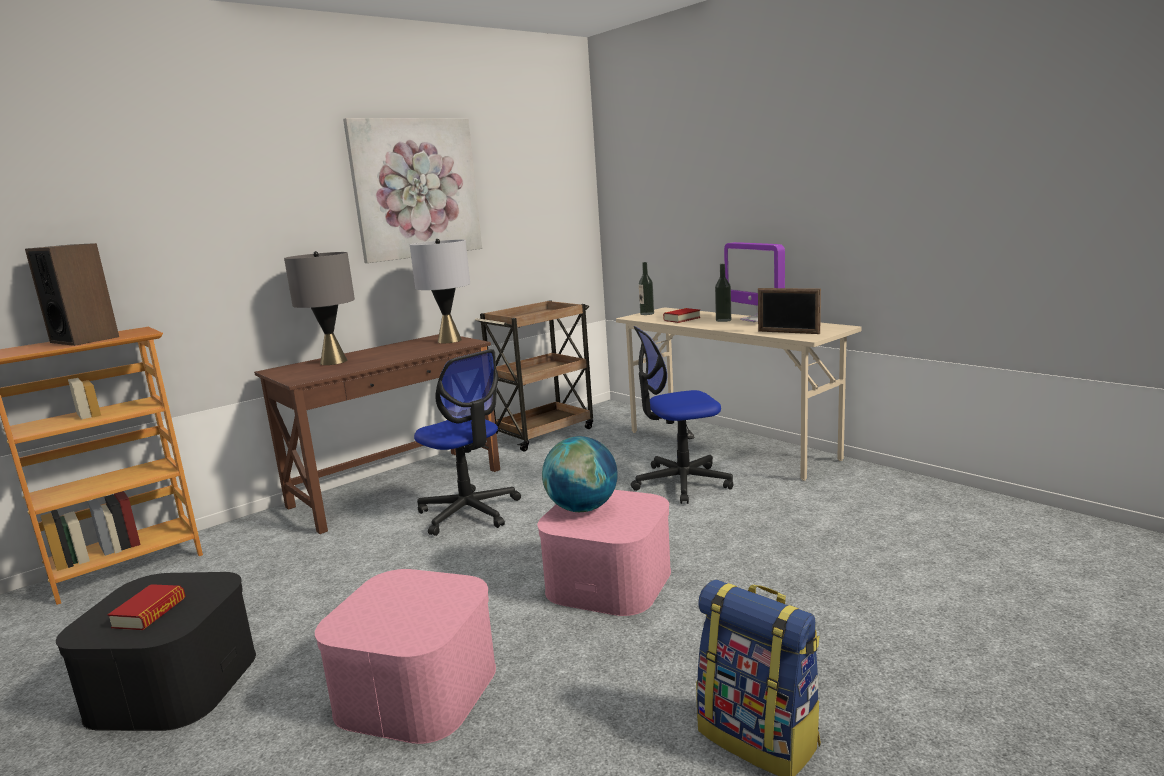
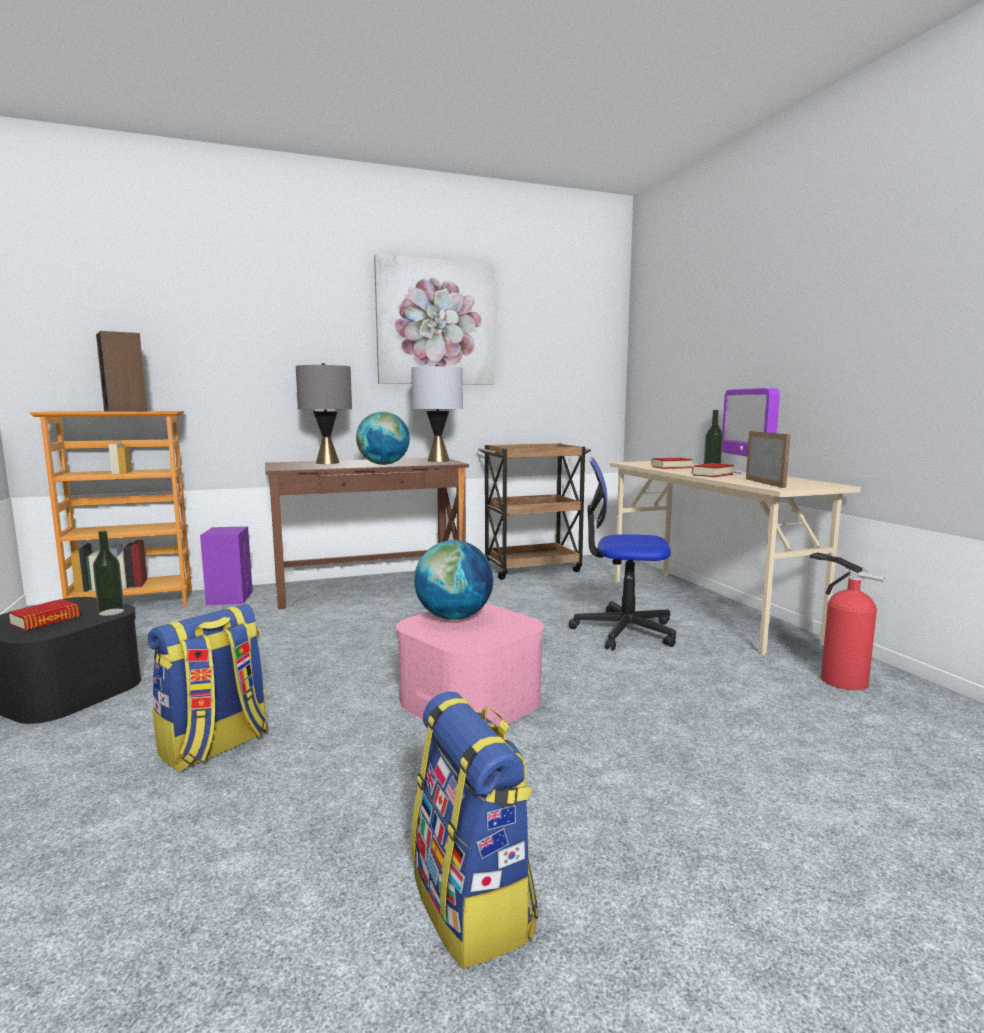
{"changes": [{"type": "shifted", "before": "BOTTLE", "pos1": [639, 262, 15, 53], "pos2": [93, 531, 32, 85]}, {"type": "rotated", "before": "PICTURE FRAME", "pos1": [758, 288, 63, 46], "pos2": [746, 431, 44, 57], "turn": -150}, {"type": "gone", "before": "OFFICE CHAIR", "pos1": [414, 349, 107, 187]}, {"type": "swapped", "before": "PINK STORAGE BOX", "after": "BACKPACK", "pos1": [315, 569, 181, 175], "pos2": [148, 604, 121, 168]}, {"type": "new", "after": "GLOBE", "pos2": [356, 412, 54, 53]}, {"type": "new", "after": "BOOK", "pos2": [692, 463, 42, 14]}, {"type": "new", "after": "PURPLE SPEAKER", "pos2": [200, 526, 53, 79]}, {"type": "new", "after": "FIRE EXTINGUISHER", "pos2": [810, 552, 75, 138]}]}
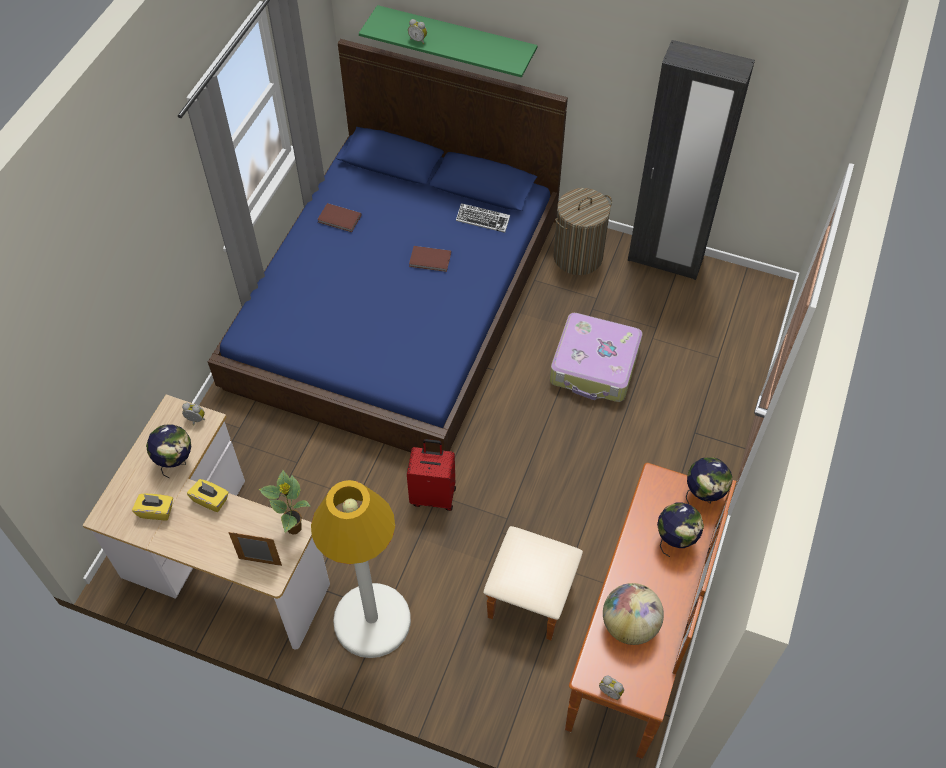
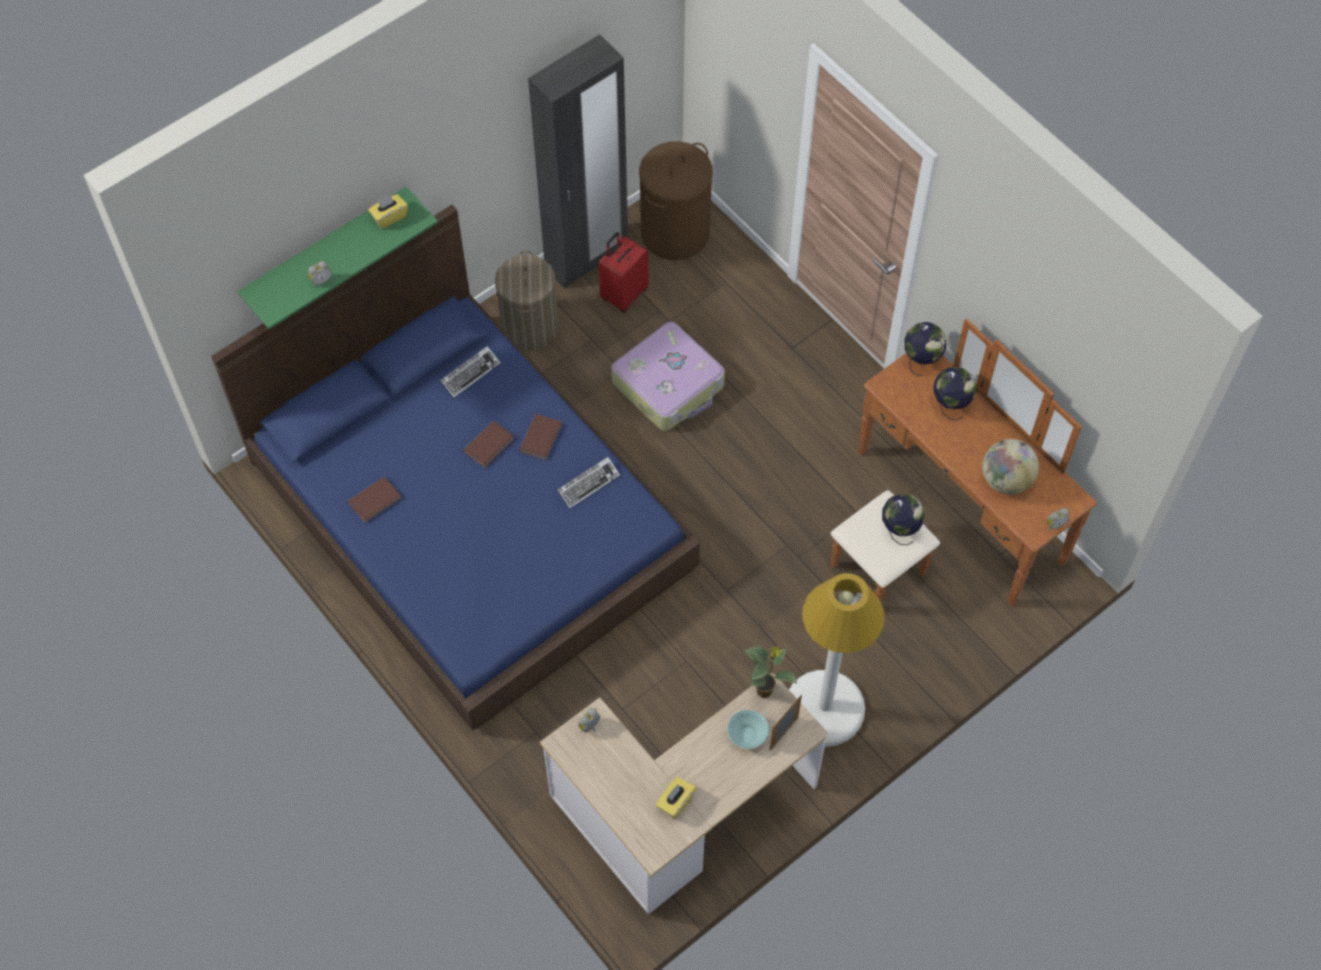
{"changes": [{"type": "shifted", "before": "GLOBE", "pos1": [146, 424, 45, 54], "pos2": [882, 493, 43, 52]}, {"type": "shifted", "before": "RED SUITCASE", "pos1": [407, 439, 49, 72], "pos2": [598, 232, 51, 80]}, {"type": "shifted", "before": "YELLOW TISSUE BOX", "pos1": [187, 479, 42, 33], "pos2": [368, 194, 40, 35]}, {"type": "new", "after": "BROWN LAUNDRY BASKET", "pos2": [639, 141, 74, 119]}, {"type": "new", "after": "BROWN BOOK", "pos2": [519, 414, 43, 46]}, {"type": "new", "after": "KEYBOARD", "pos2": [558, 457, 62, 51]}, {"type": "new", "after": "TURQUOISE BOWL", "pos2": [727, 710, 42, 39]}]}
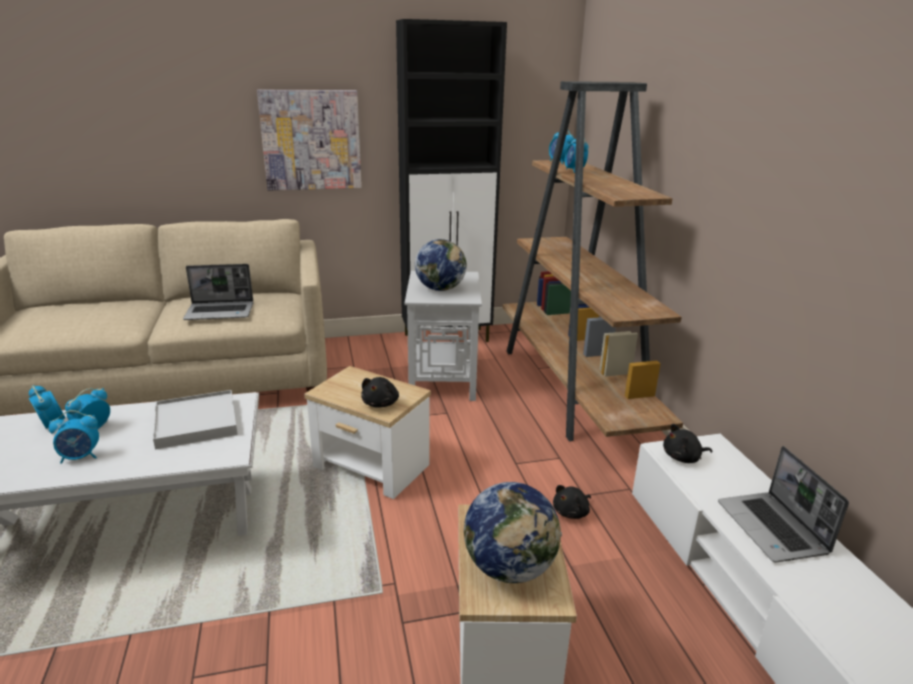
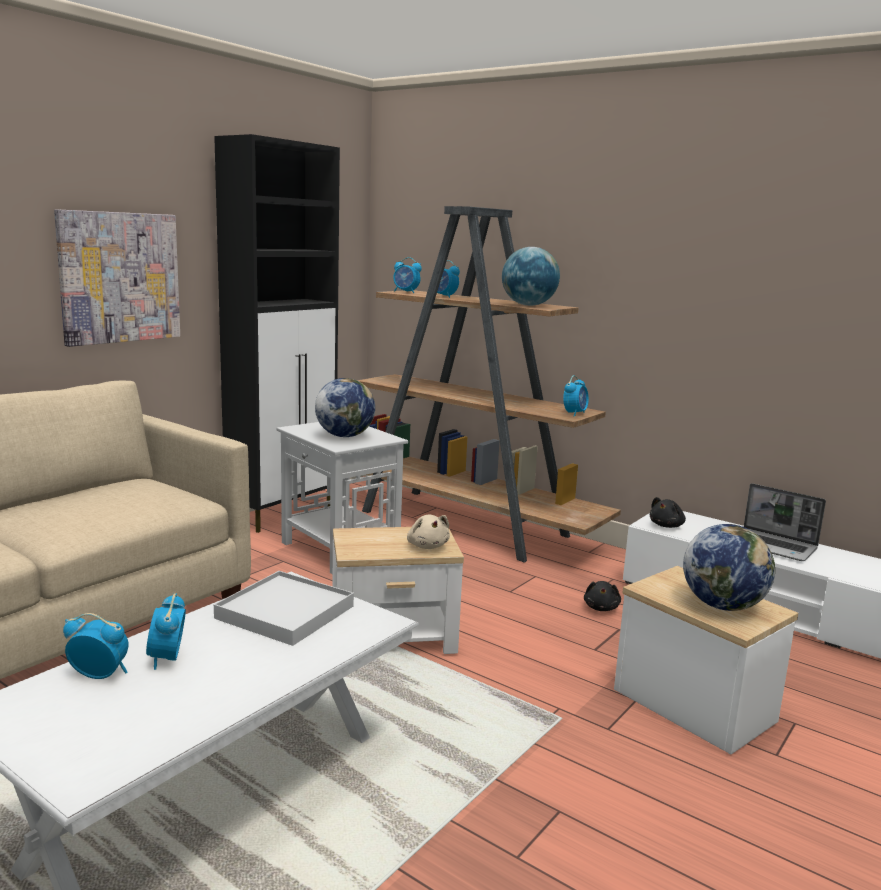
{"changes": [{"type": "gone", "before": "LAPTOP", "pos1": [183, 264, 70, 56]}, {"type": "repainted", "before": "BLACK PLUSH TOY", "after": "BEIGE PLUSH TOY", "pos1": [361, 377, 38, 31], "pos2": [407, 515, 43, 34]}, {"type": "shifted", "before": "ALARM CLOCK", "pos1": [49, 410, 50, 54], "pos2": [563, 375, 26, 42]}, {"type": "new", "after": "GLOBE", "pos2": [502, 247, 58, 59]}]}
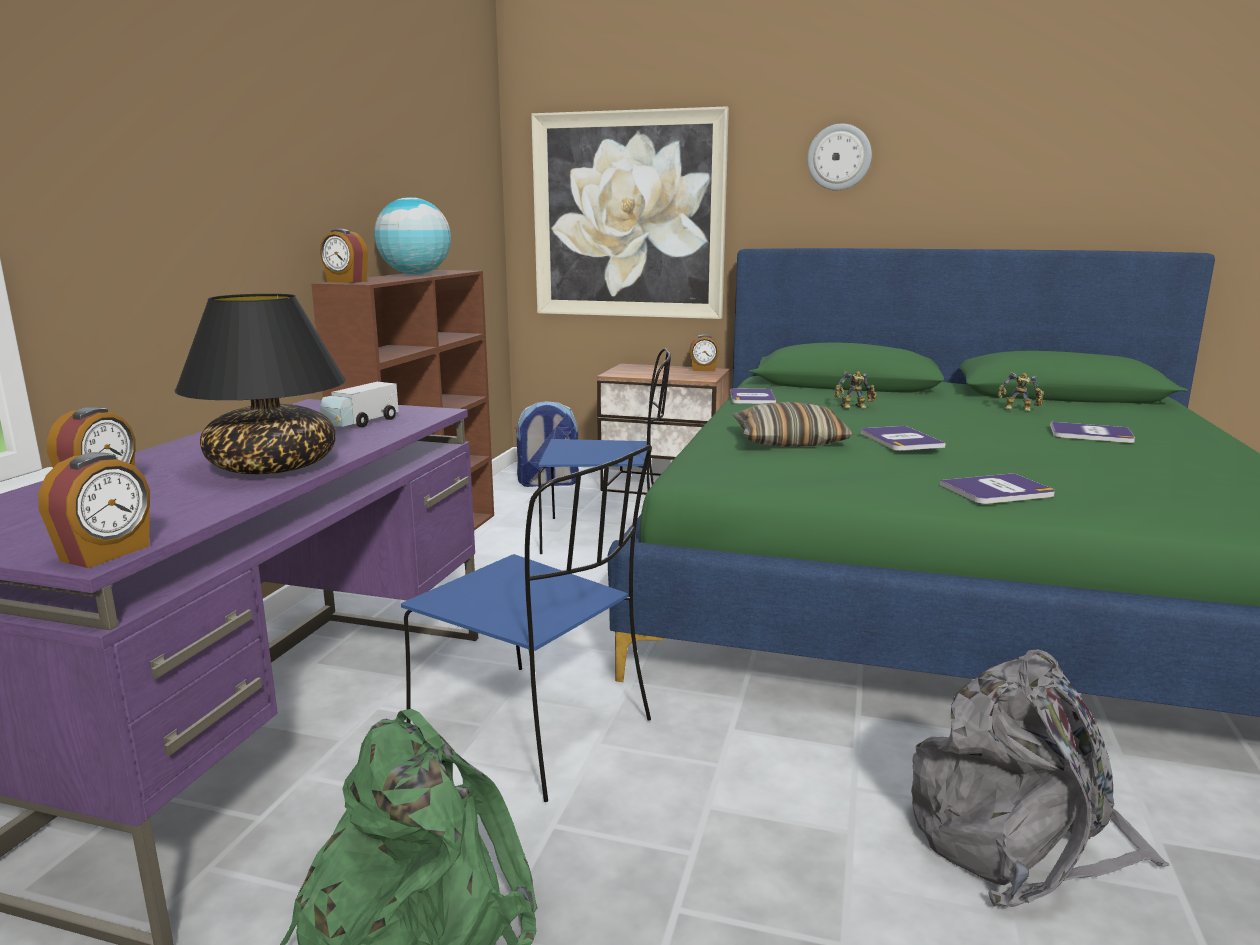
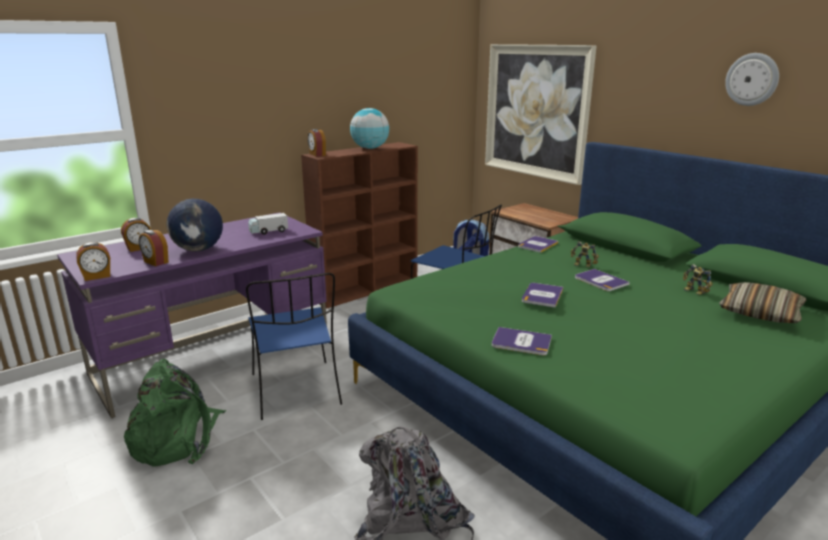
{"changes": [{"type": "shifted", "before": "WALL CLOCK", "pos1": [807, 124, 65, 66], "pos2": [725, 53, 54, 53]}, {"type": "swapped", "before": "BLACK TABLE LAMP", "after": "GLOBE", "pos1": [175, 294, 171, 180], "pos2": [167, 199, 56, 52]}, {"type": "shifted", "before": "ALARM CLOCK", "pos1": [690, 334, 29, 37], "pos2": [139, 230, 30, 36]}, {"type": "shifted", "before": "PILLOW", "pos1": [733, 402, 120, 45], "pos2": [719, 282, 88, 41]}, {"type": "shifted", "before": "BOOK", "pos1": [1050, 422, 85, 21], "pos2": [575, 269, 55, 22]}]}
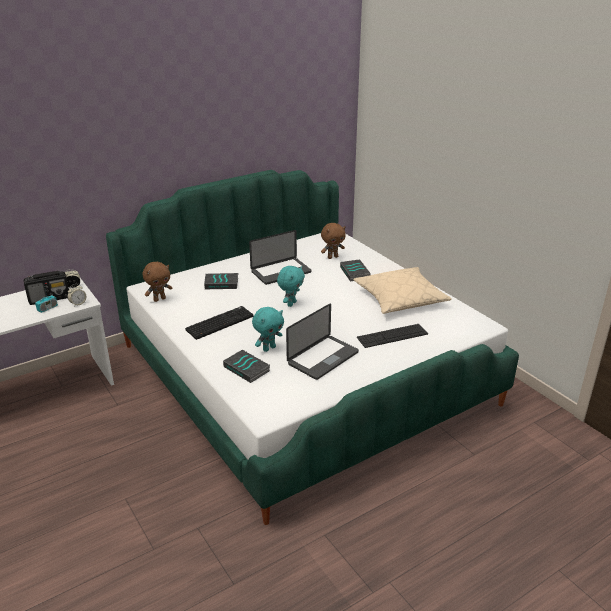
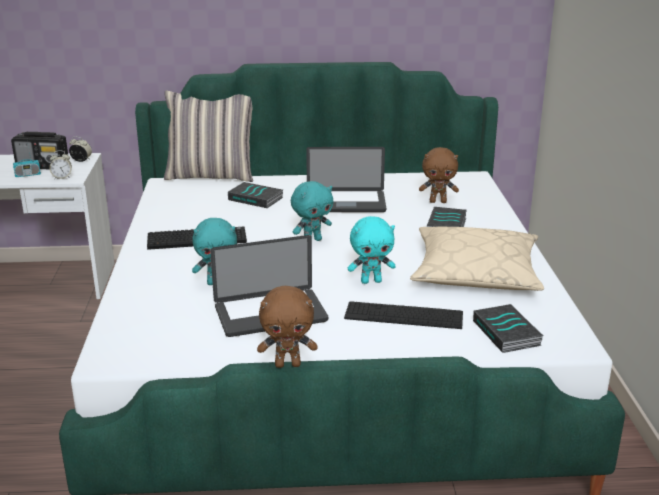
{"changes": [{"type": "shifted", "before": "BROWN PLUSH TOY", "pos1": [142, 262, 30, 40], "pos2": [257, 286, 61, 82]}, {"type": "shifted", "before": "BOOK", "pos1": [223, 350, 47, 33], "pos2": [473, 304, 70, 49]}, {"type": "new", "after": "PILLOW", "pos2": [164, 90, 89, 92]}, {"type": "new", "after": "TURQUOISE PLUSH TOY", "pos2": [348, 216, 48, 68]}]}
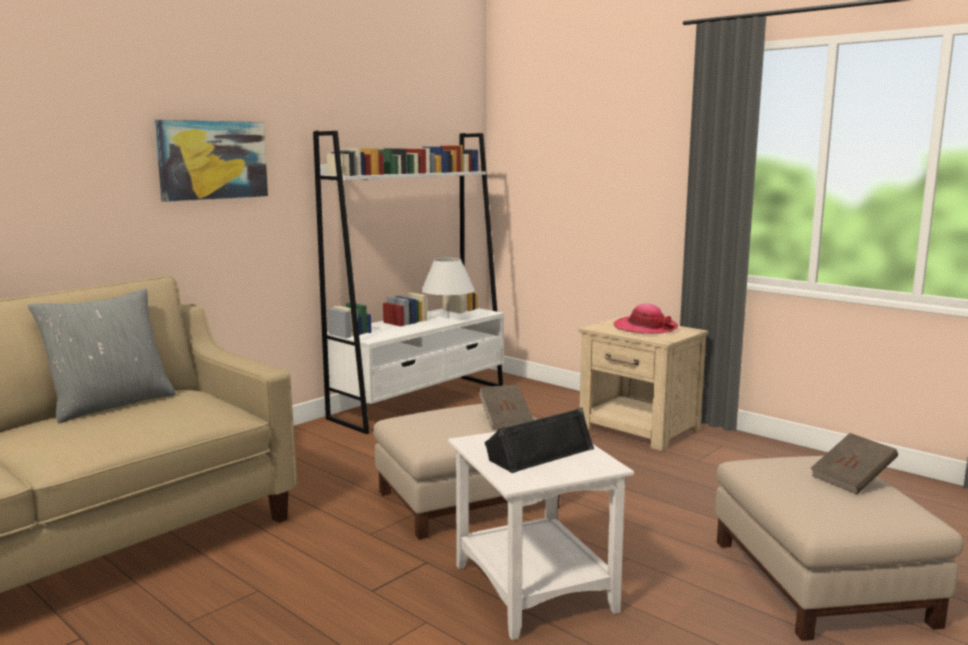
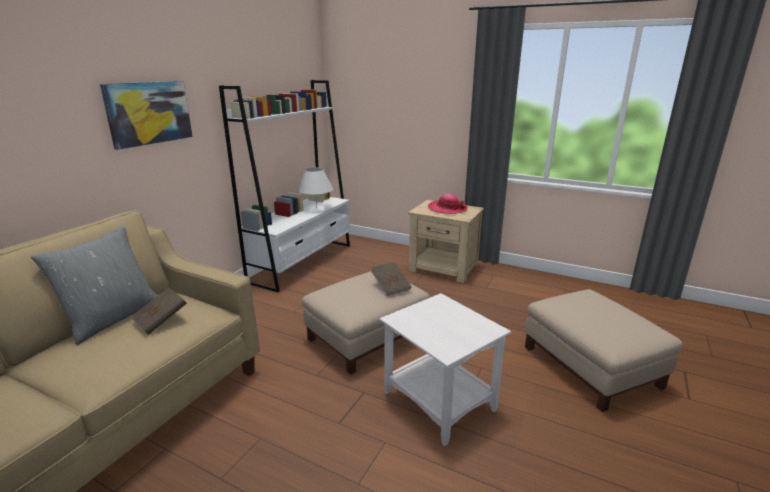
{"changes": [{"type": "gone", "before": "BLACK SPEAKER", "pos1": [485, 408, 109, 65]}, {"type": "shifted", "before": "BROWN BOOK", "pos1": [810, 433, 88, 61], "pos2": [131, 287, 56, 48]}]}
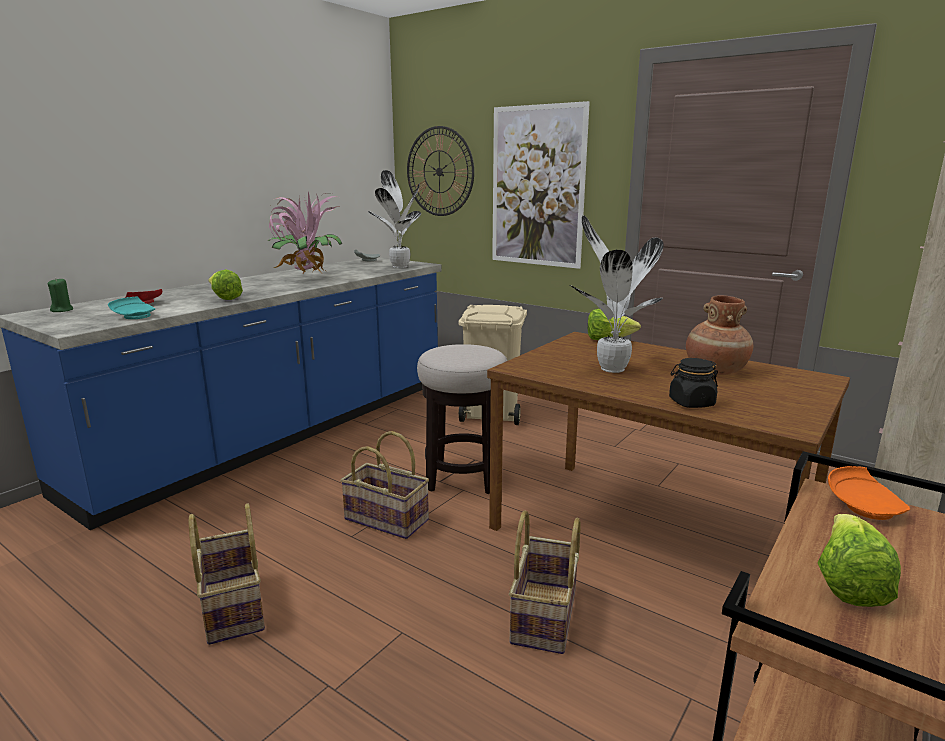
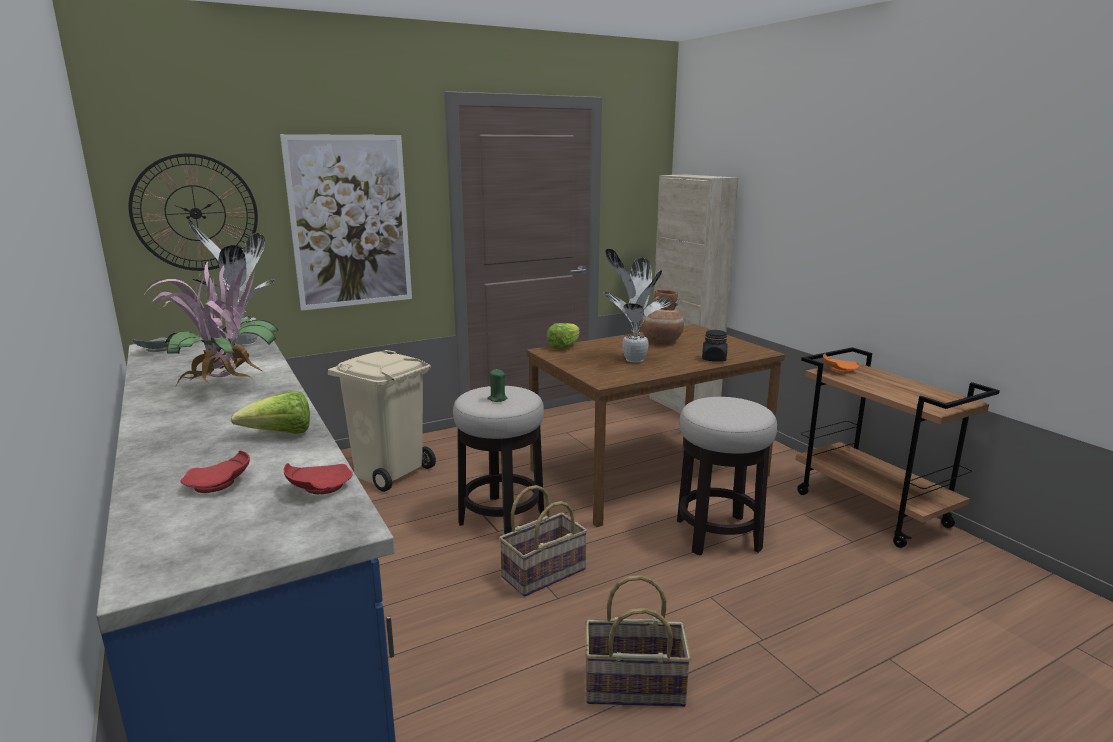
{"changes": [{"type": "shifted", "before": "GREEN CANDLE", "pos1": [47, 278, 26, 34], "pos2": [487, 369, 21, 33]}, {"type": "repainted", "before": "TURQUOISE PLATE", "after": "RED PLATE", "pos1": [108, 296, 47, 23], "pos2": [284, 463, 69, 31]}, {"type": "swapped", "before": "BASKET", "after": "STOOL", "pos1": [509, 510, 72, 144], "pos2": [677, 397, 100, 159]}, {"type": "gone", "before": "LETTUCE", "pos1": [818, 514, 83, 93]}]}
